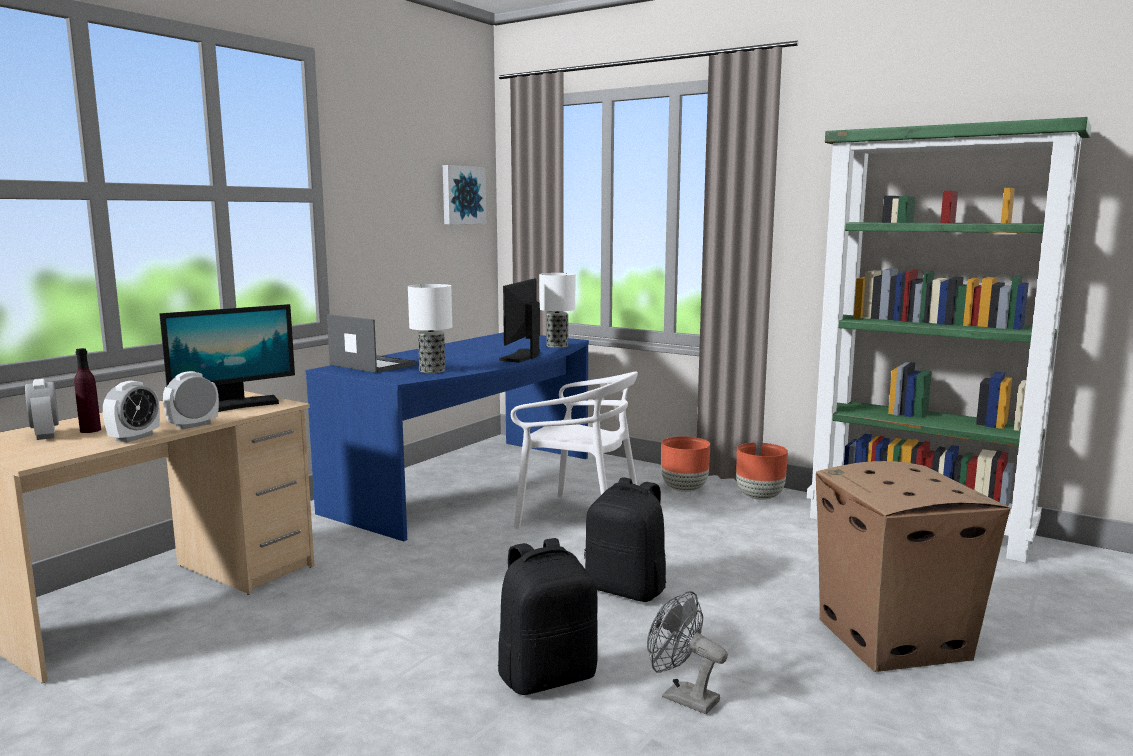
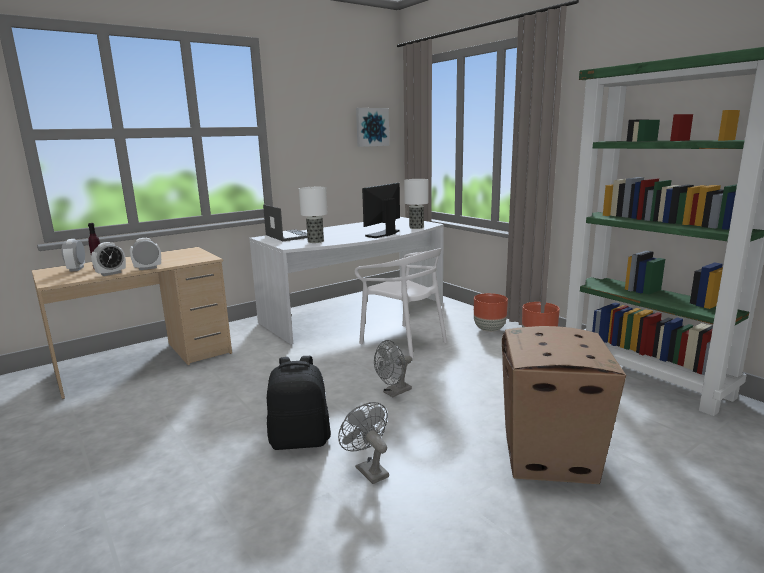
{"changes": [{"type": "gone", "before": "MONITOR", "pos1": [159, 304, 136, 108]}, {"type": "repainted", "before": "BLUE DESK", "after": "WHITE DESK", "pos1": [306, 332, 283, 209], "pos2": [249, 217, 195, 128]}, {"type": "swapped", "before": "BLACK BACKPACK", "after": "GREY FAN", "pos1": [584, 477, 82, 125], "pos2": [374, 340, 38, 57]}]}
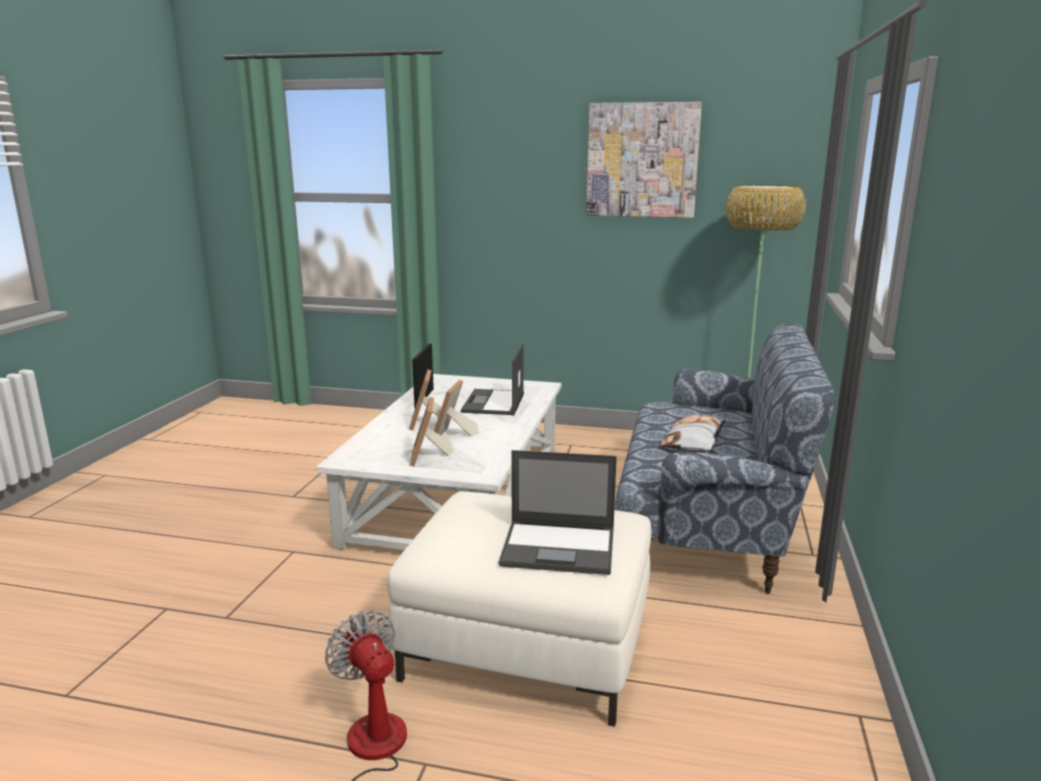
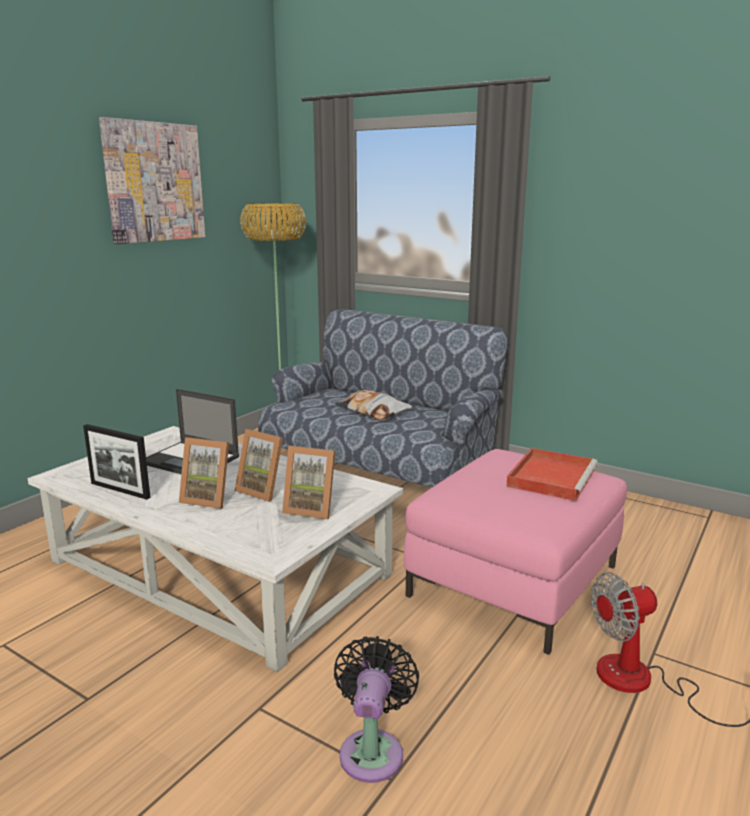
{"changes": [{"type": "swapped", "before": "LAPTOP", "after": "RED TRAY", "pos1": [499, 450, 118, 125], "pos2": [506, 448, 92, 53]}, {"type": "repainted", "before": "WHITE OTTOMAN", "after": "PINK OTTOMAN", "pos1": [387, 491, 264, 236], "pos2": [404, 449, 223, 206]}, {"type": "new", "after": "BLACK FAN", "pos2": [334, 636, 85, 147]}]}
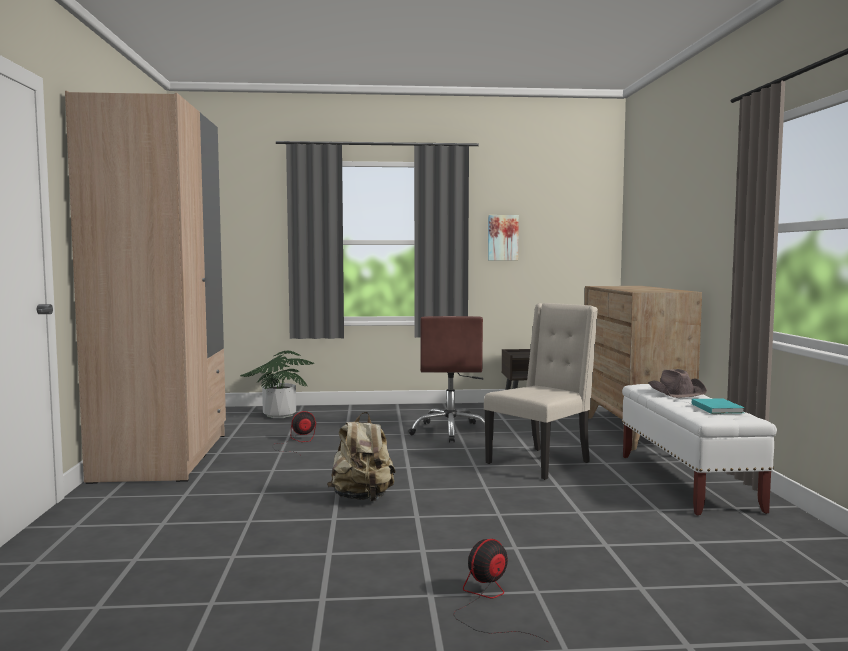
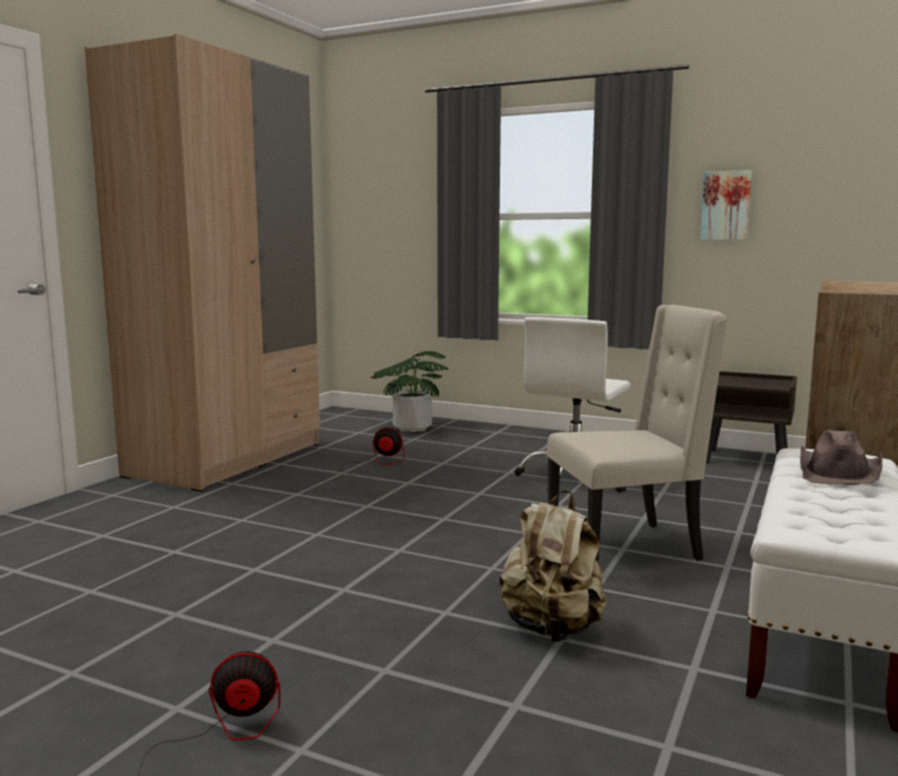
{"changes": [{"type": "repainted", "before": "BROWN OFFICE CHAIR", "after": "WHITE OFFICE CHAIR", "pos1": [408, 316, 86, 126], "pos2": [514, 317, 117, 176]}, {"type": "gone", "before": "TURQUOISE BOOK", "pos1": [692, 399, 53, 15]}, {"type": "shifted", "before": "BEIGE BACKPACK", "pos1": [327, 412, 69, 89], "pos2": [500, 490, 107, 152]}]}
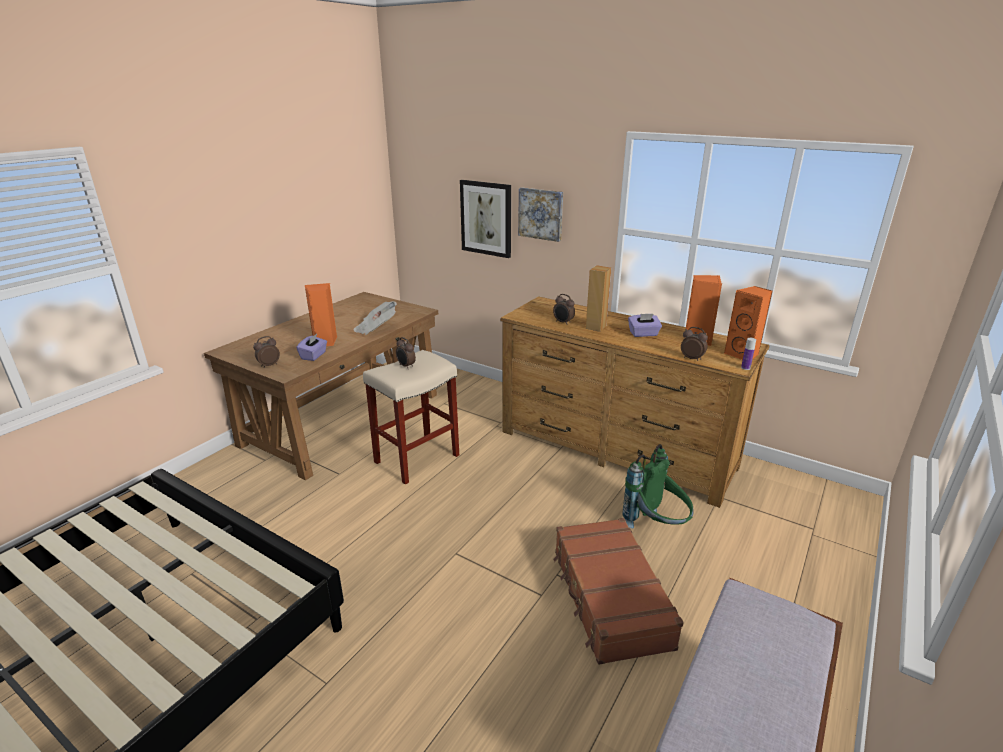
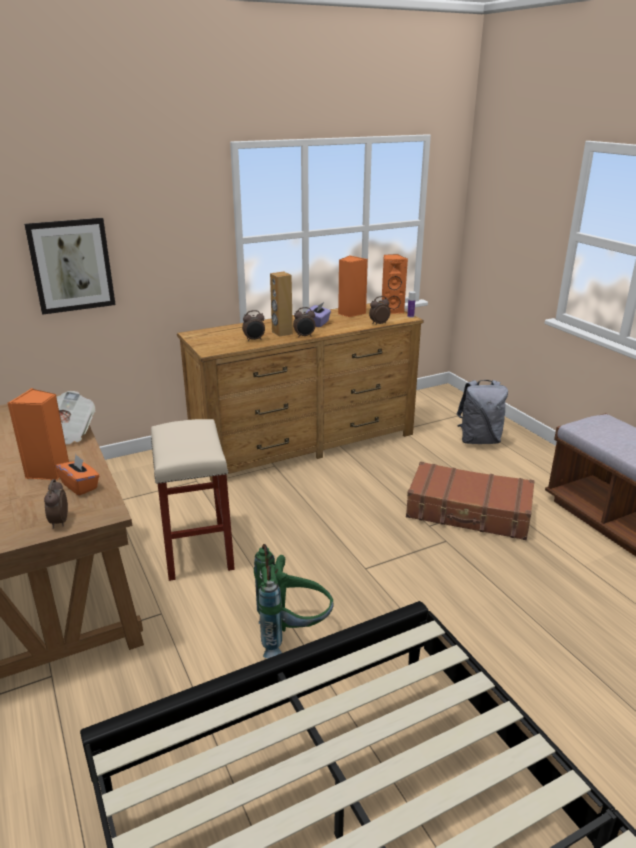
{"changes": [{"type": "gone", "before": "PICTURE", "pos1": [518, 188, 45, 54]}, {"type": "repainted", "before": "PURPLE TISSUE BOX", "after": "ORANGE TISSUE BOX", "pos1": [296, 334, 31, 27], "pos2": [56, 455, 43, 41]}, {"type": "shifted", "before": "ALARM CLOCK", "pos1": [396, 337, 20, 32], "pos2": [293, 307, 22, 31]}, {"type": "shifted", "before": "GREEN BACKPACK", "pos1": [623, 444, 70, 84], "pos2": [254, 544, 80, 114]}, {"type": "new", "after": "GREY BACKPACK", "pos2": [457, 380, 51, 64]}]}
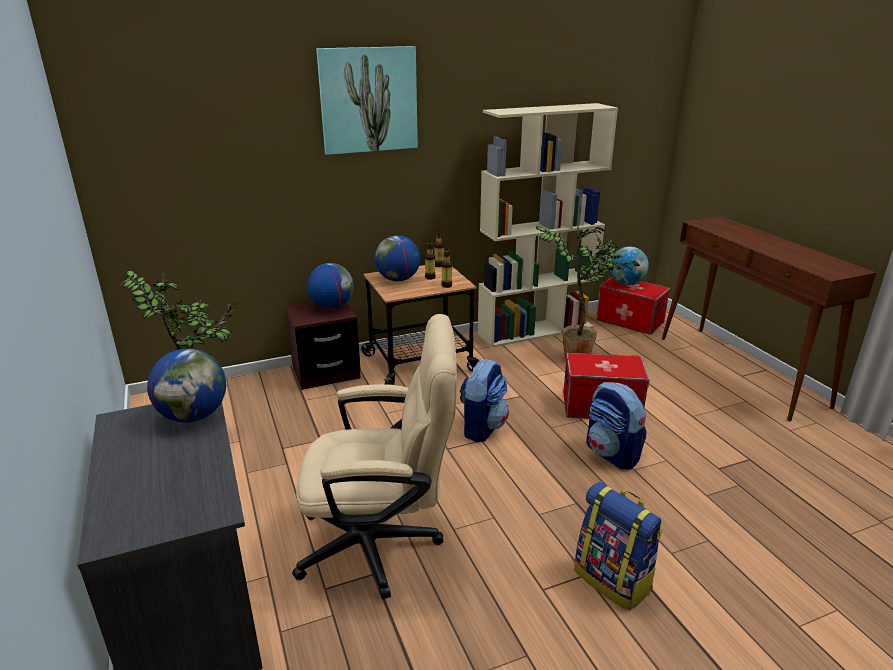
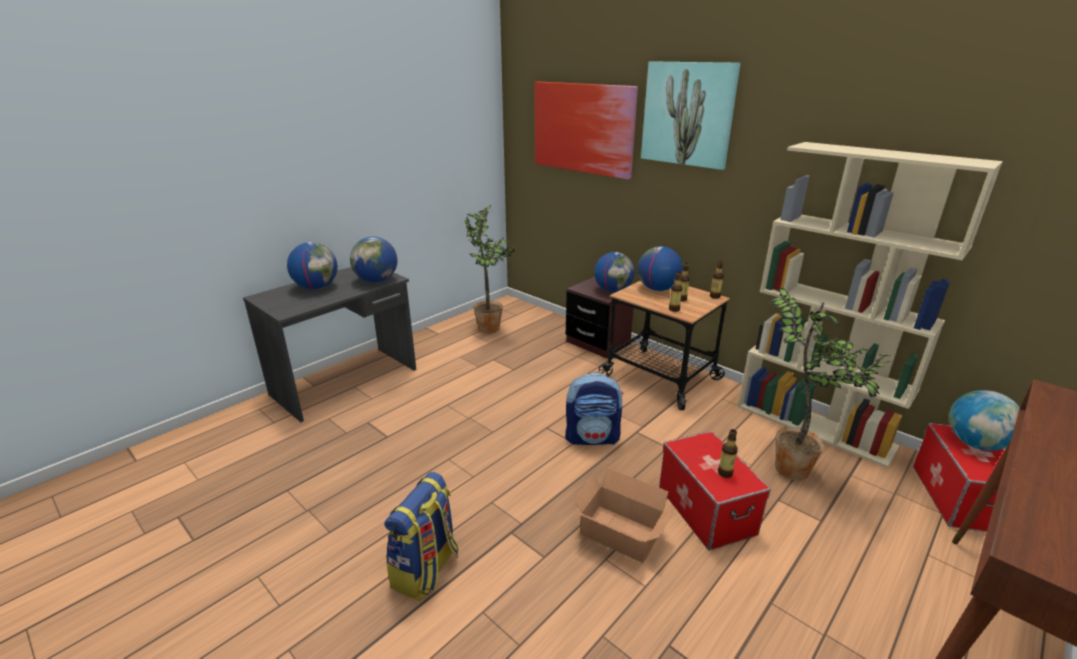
{"changes": [{"type": "gone", "before": "BEIGE OFFICE CHAIR", "pos1": [292, 314, 165, 285]}, {"type": "swapped", "before": "BACKPACK", "after": "CARDBOARD BOX", "pos1": [586, 382, 61, 88], "pos2": [574, 467, 101, 96]}, {"type": "new", "after": "PICTURE", "pos2": [535, 82, 103, 97]}, {"type": "new", "after": "GLOBE", "pos2": [287, 242, 51, 48]}, {"type": "new", "after": "BOTTLE", "pos2": [718, 429, 20, 49]}]}
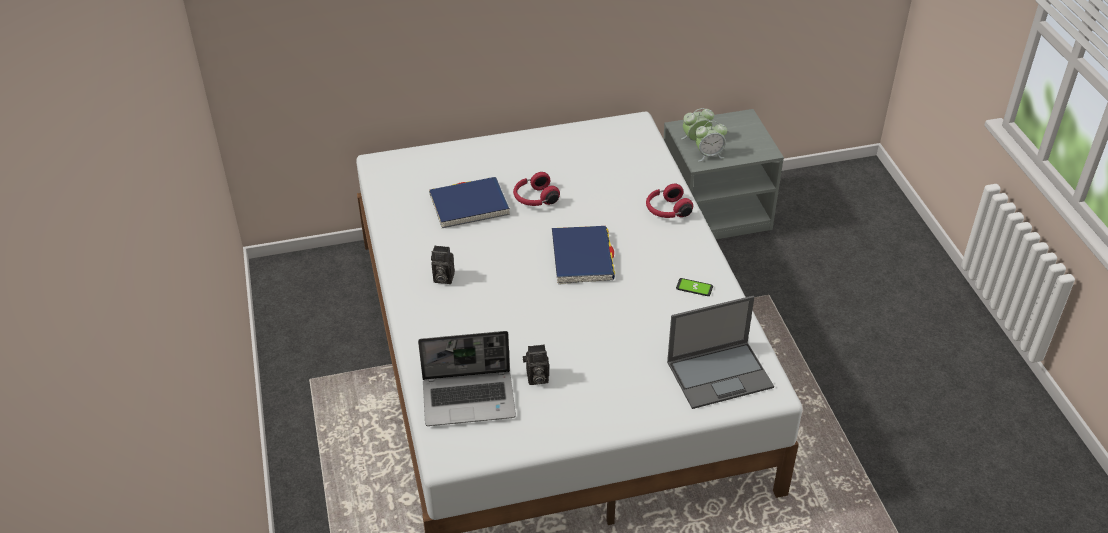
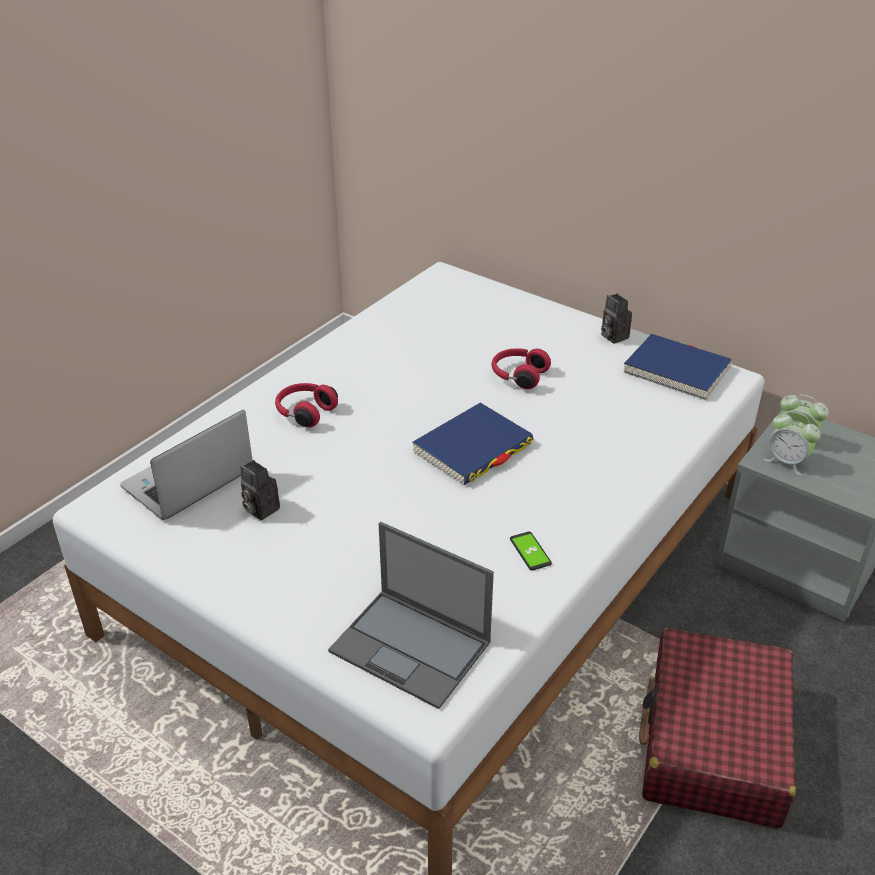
{"changes": [{"type": "shifted", "before": "BLUE BOOK", "pos1": [429, 177, 81, 51], "pos2": [624, 334, 108, 66]}, {"type": "shifted", "before": "RED HEADPHONES", "pos1": [646, 184, 47, 34], "pos2": [275, 383, 63, 44]}, {"type": "shifted", "before": "PHOTO CAMERA", "pos1": [431, 246, 24, 38], "pos2": [601, 294, 31, 50]}, {"type": "rotated", "before": "LAPTOP", "pos1": [418, 331, 98, 95], "pos2": [120, 410, 132, 110], "turn": 90}, {"type": "new", "after": "RED SUITCASE", "pos2": [639, 628, 157, 200]}]}
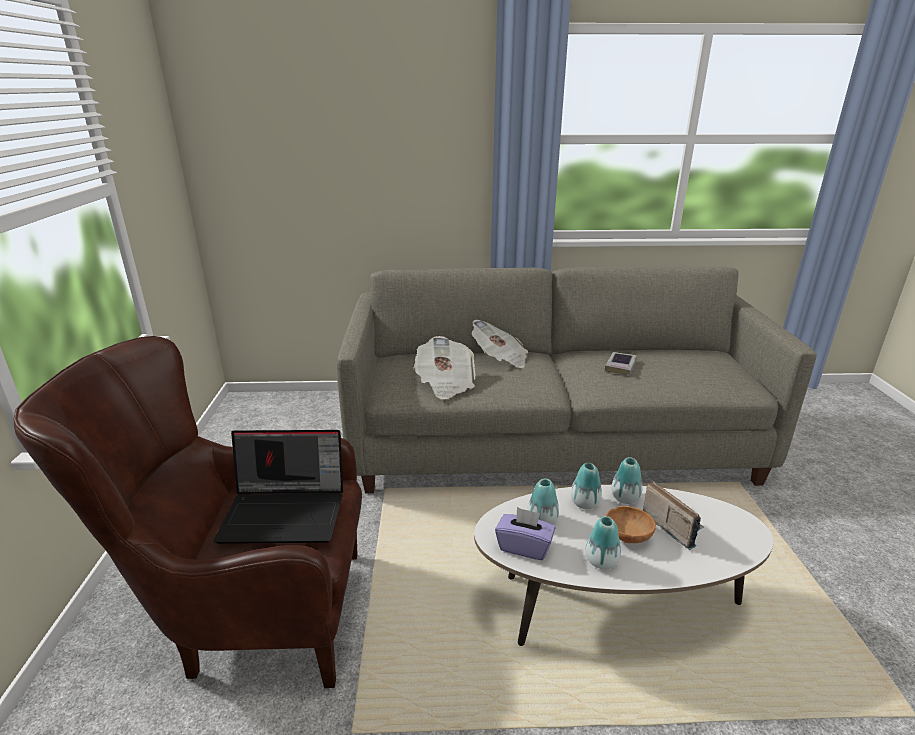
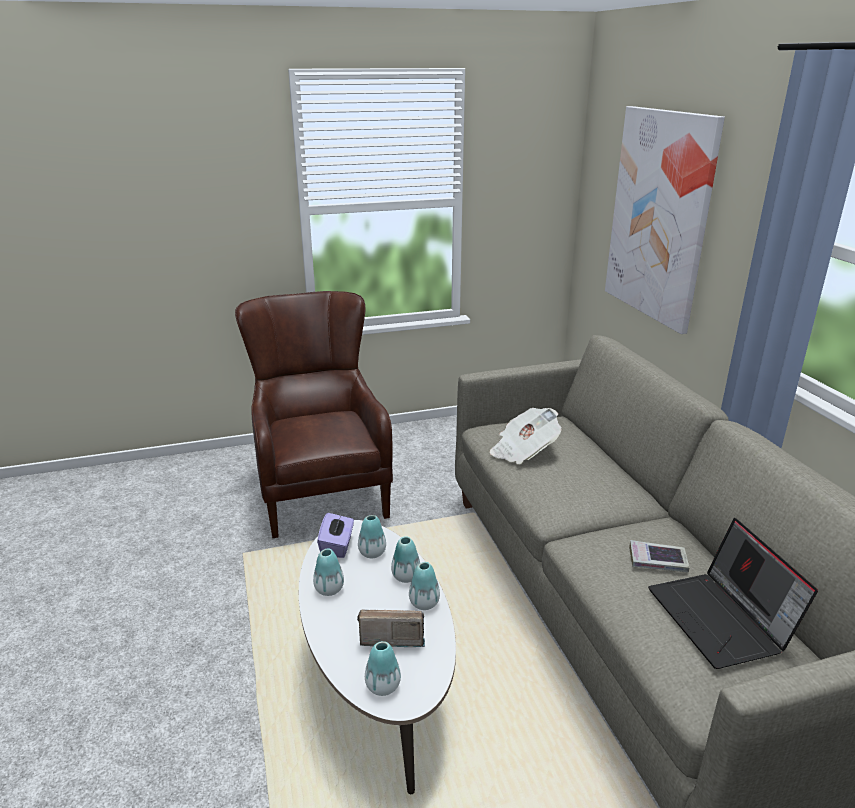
{"changes": [{"type": "gone", "before": "NEWSPAPER", "pos1": [472, 320, 56, 48]}, {"type": "shifted", "before": "LAPTOP", "pos1": [214, 430, 129, 114], "pos2": [648, 518, 170, 151]}, {"type": "rotated", "before": "RADIO", "pos1": [643, 481, 61, 69], "pos2": [357, 609, 68, 38], "turn": -135}, {"type": "gone", "before": "BROWN BOWL", "pos1": [606, 506, 50, 37]}, {"type": "new", "after": "PICTURE", "pos2": [605, 106, 120, 228]}, {"type": "new", "after": "VASE", "pos2": [365, 641, 36, 55]}]}
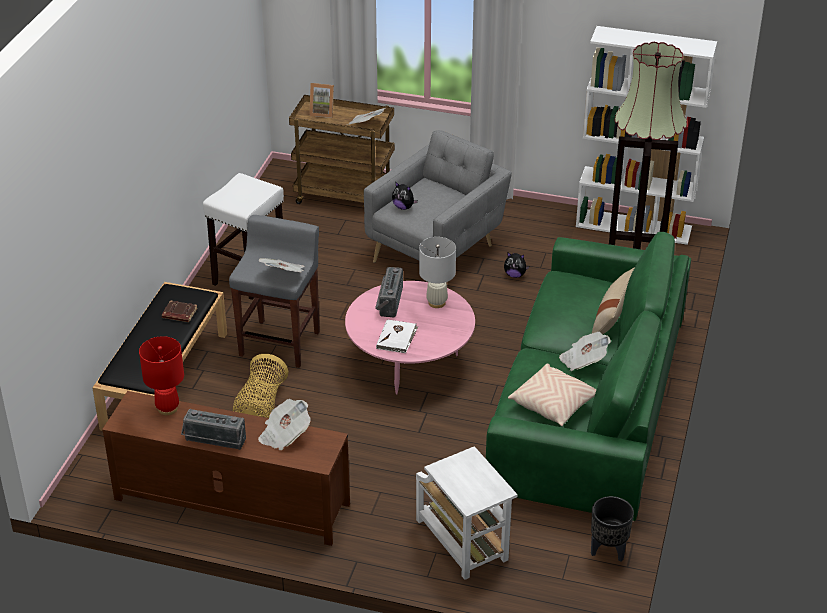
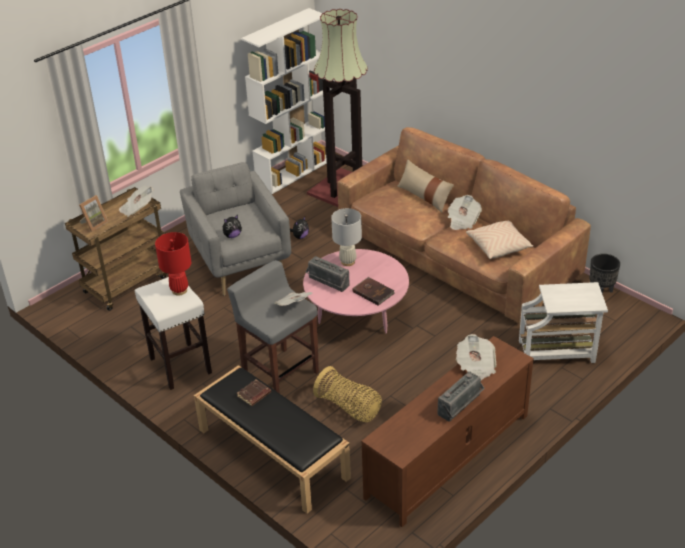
{"changes": [{"type": "repainted", "before": "GREEN SOFA", "after": "BROWN SOFA", "pos1": [486, 232, 205, 289], "pos2": [337, 127, 254, 196]}, {"type": "repainted", "before": "WHITE BOOK", "after": "BROWN BOOK", "pos1": [376, 319, 42, 34], "pos2": [352, 277, 42, 29]}, {"type": "shifted", "before": "RED TABLE LAMP", "pos1": [139, 336, 45, 79], "pos2": [155, 232, 36, 64]}]}
